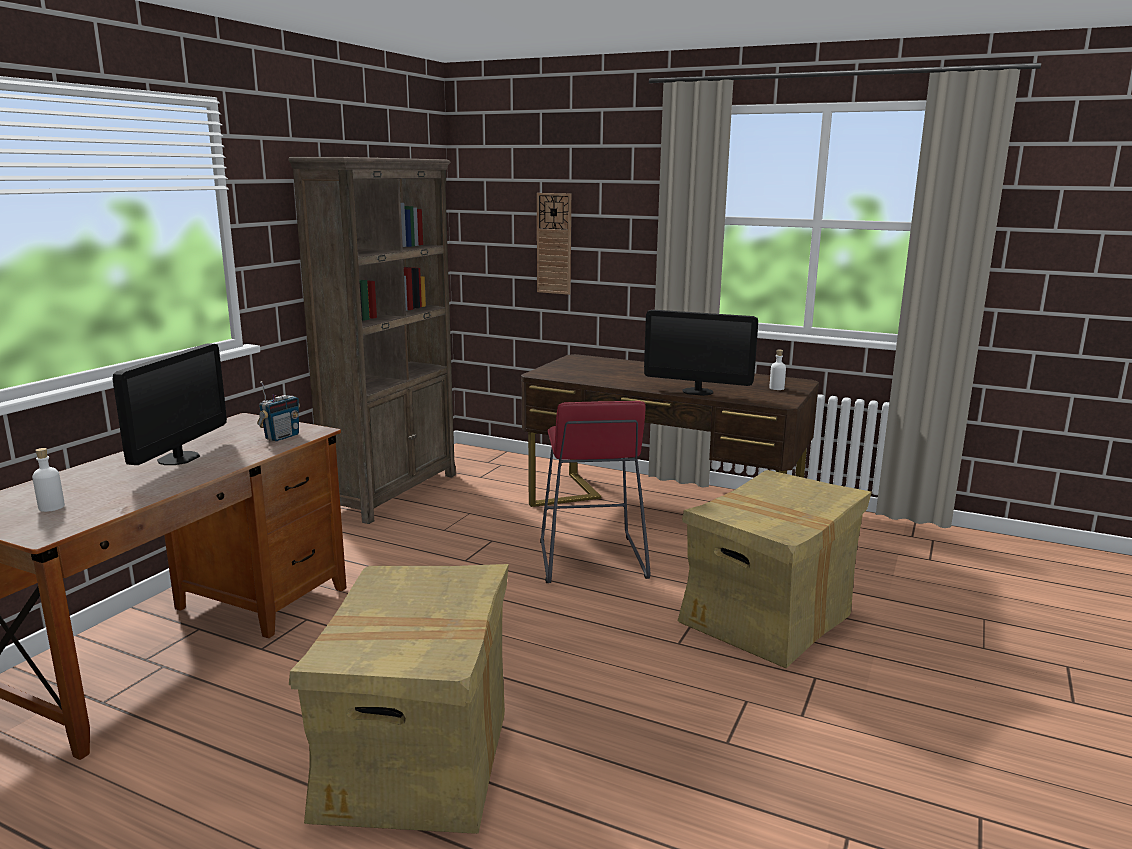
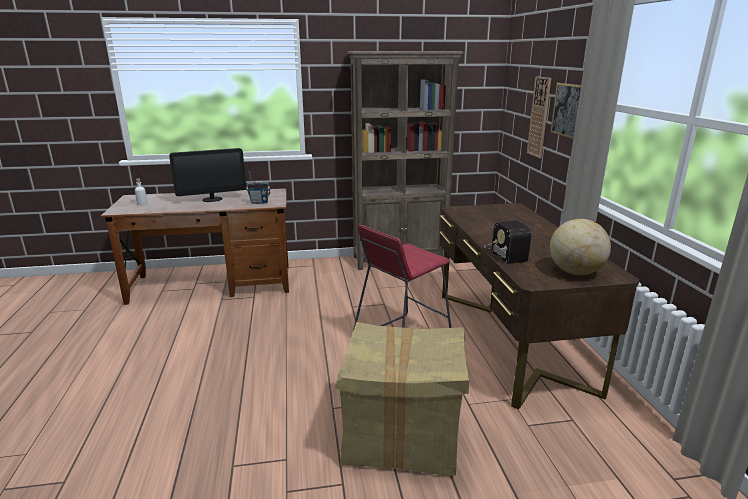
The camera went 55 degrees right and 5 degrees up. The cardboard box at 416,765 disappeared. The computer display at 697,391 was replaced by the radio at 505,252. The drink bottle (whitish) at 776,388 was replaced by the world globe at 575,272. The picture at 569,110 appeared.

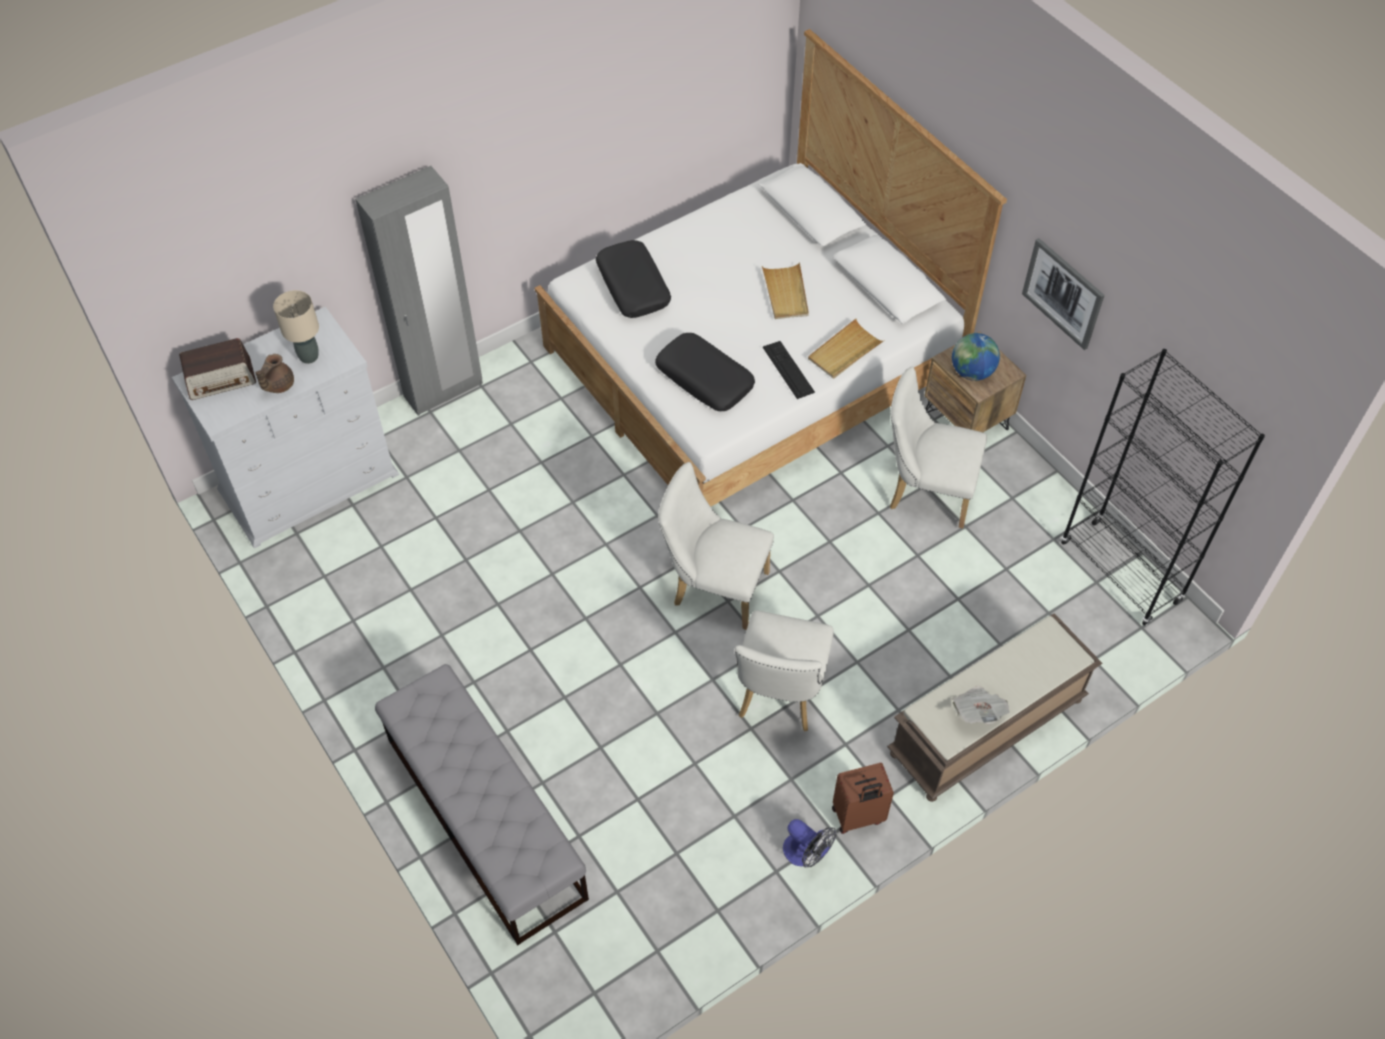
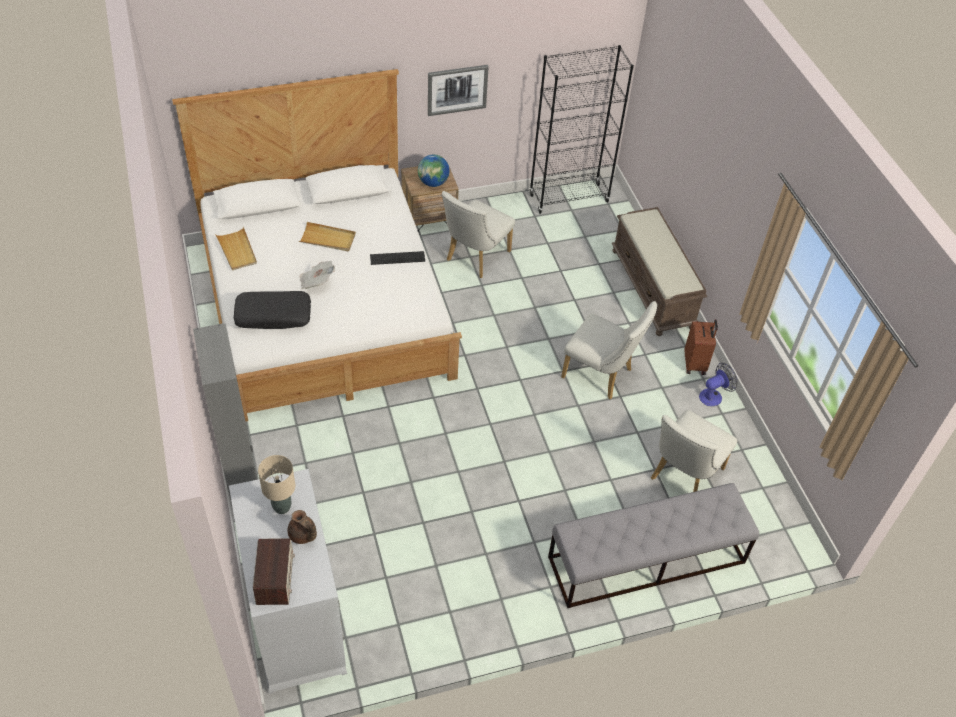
The camera went 75 degrees left and 5 degrees down. The throw pillow (black) at 705,379 disappeared. The upright chair (whitish) moved from 714,587 to 683,477. The serving tray (sand-coloured) moved from 844,351 to 237,250. The printed paper moved from 977,712 to 316,282.

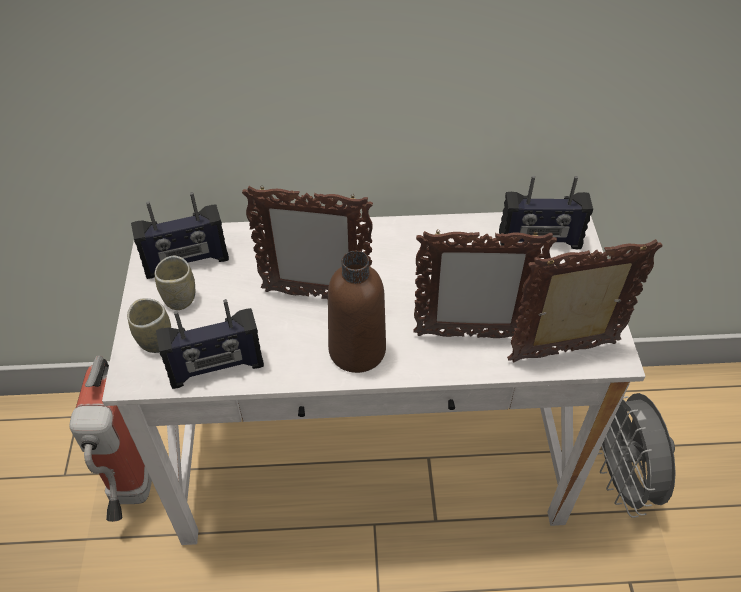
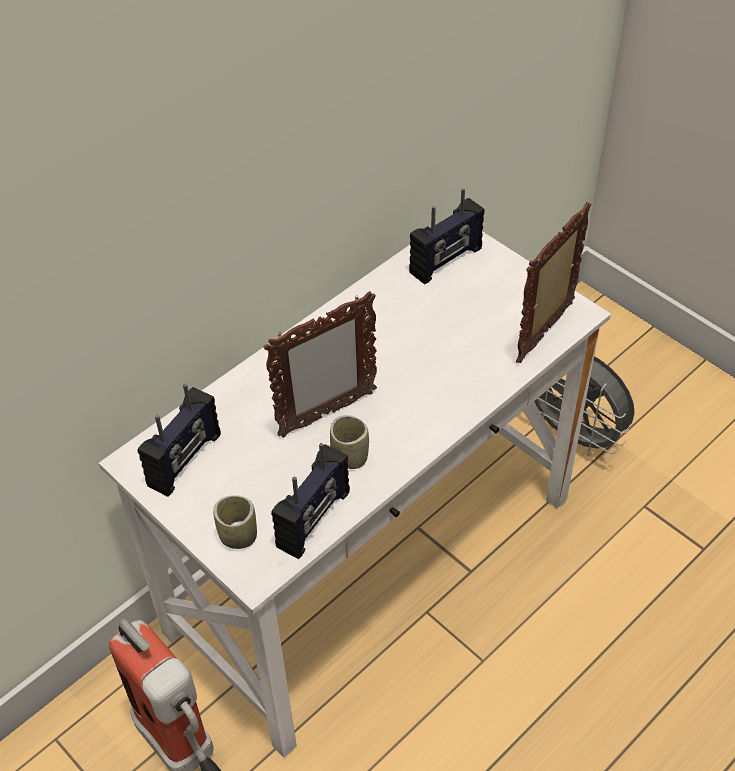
The camera went 40 degrees left and 0 degrees up. The cup moved from 180,298 to 350,457. The drink bottle (brown-coloured) at 357,350 disappeared. The standing frame at 470,335 disappeared.

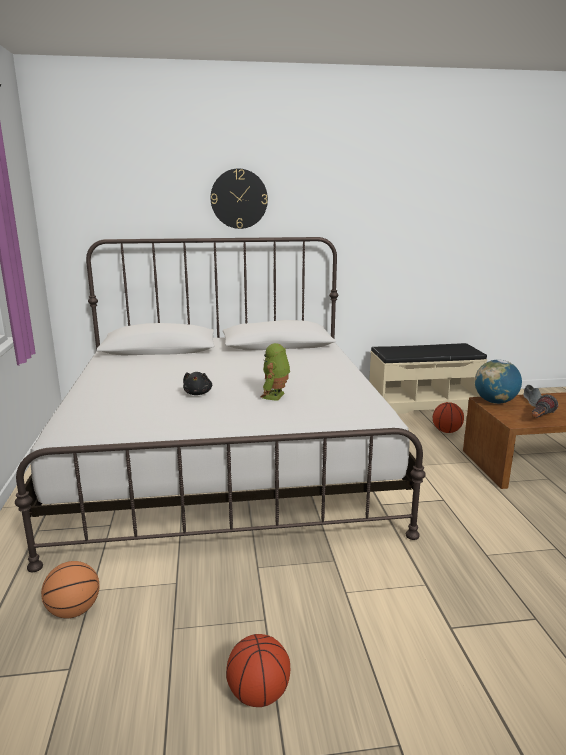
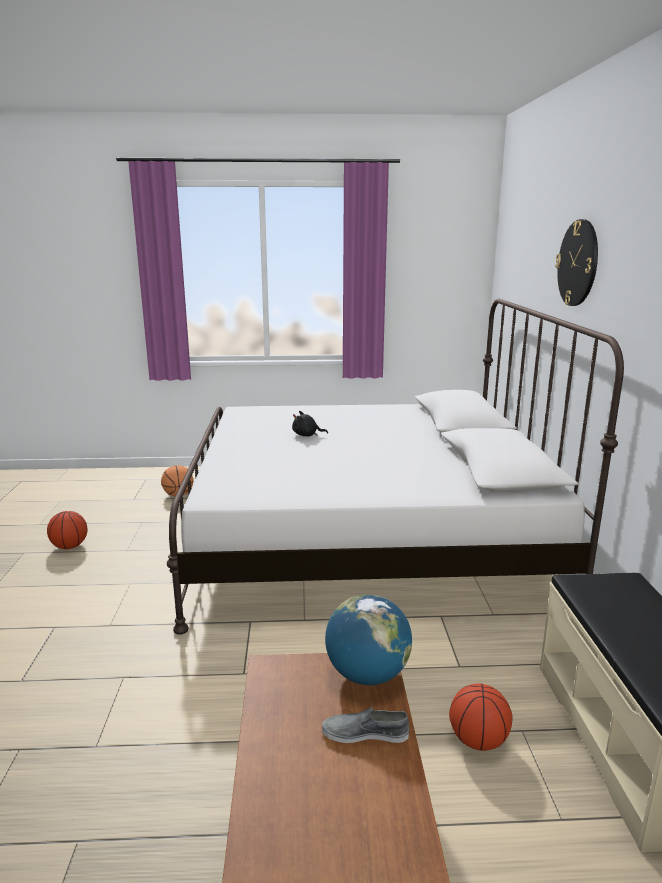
The camera went 95 degrees right and 0 degrees up. The robot figure at 275,396 disappeared. The hand torch at 540,418 disappeared.

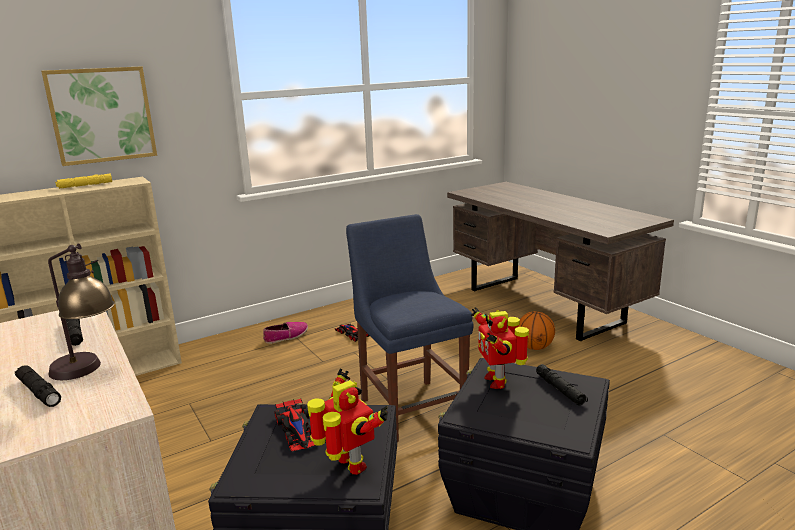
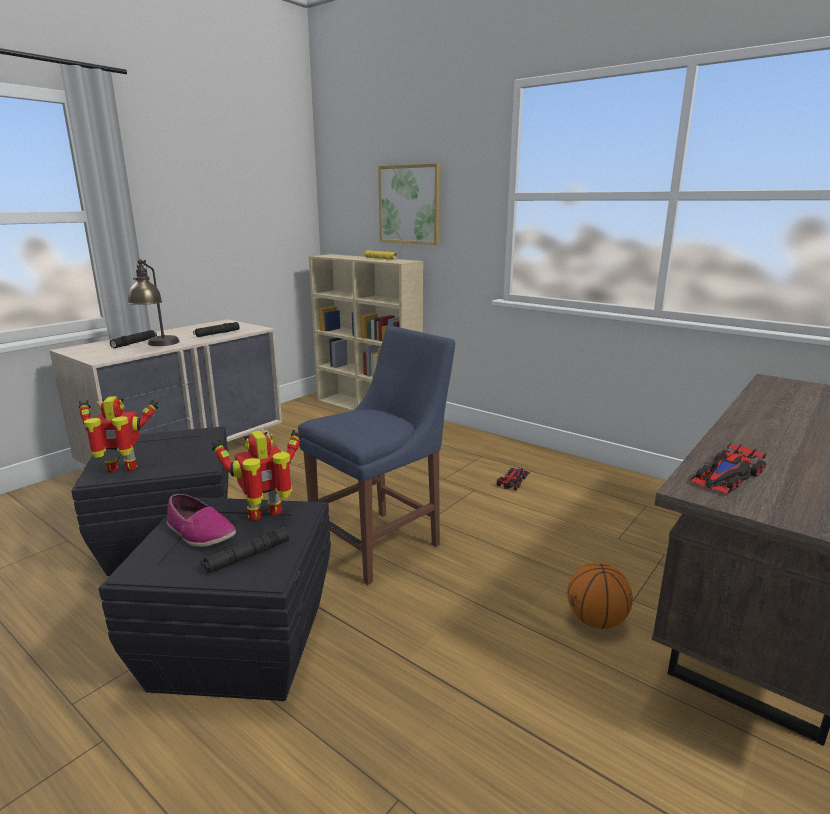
The camera went 70 degrees right and 0 degrees up. The shoe moved from 286,336 to 199,532. The miniature car moved from 297,430 to 727,476. The robot figure at 349,466 turned 135 degrees counterclockwise.

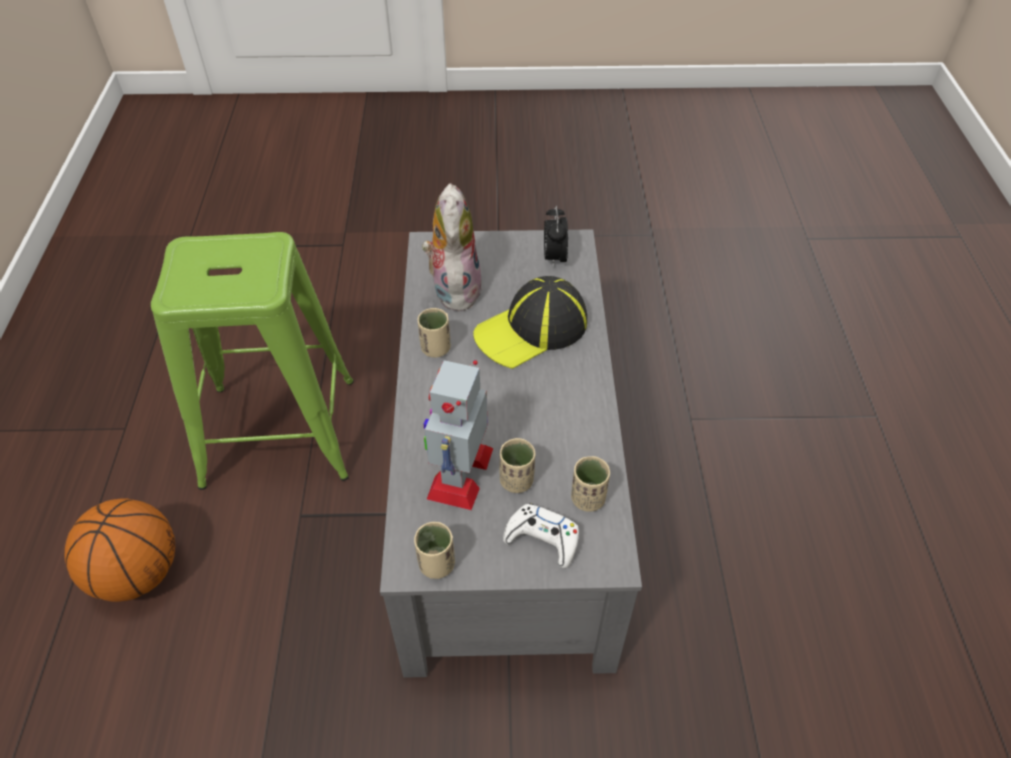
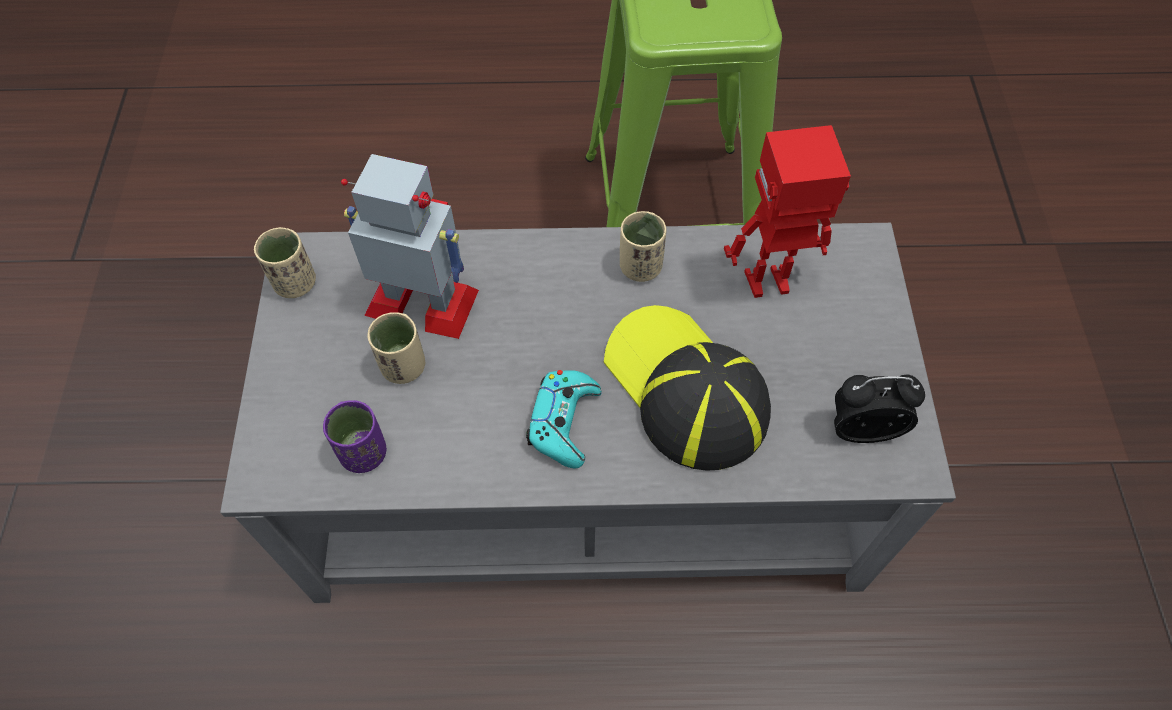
The camera went 90 degrees right and 10 degrees up. The basketball at 138,573 disappeared. The cuddly toy at 454,288 was replaced by the robot figure at 768,284. The game controller (whitish) at 542,539 disappeared. The cup (sand-coloured) at 588,498 became the cup (purplish) at 364,453. The game controller (turquoise) at 564,422 appeared.

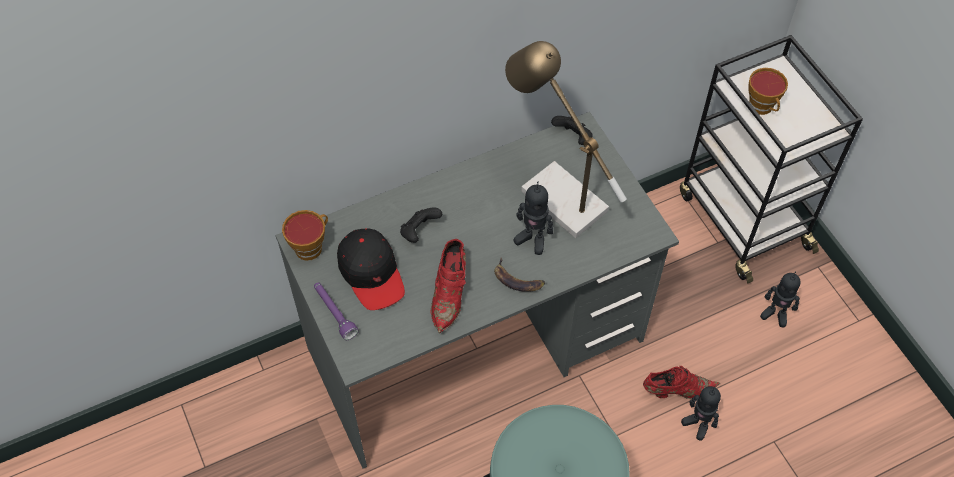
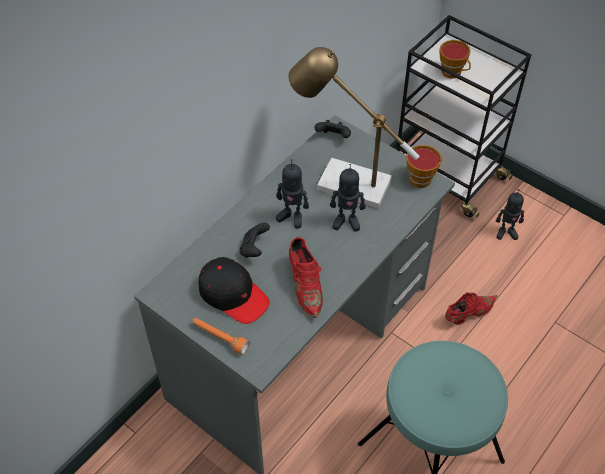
The camera went 25 degrees left and 5 degrees down. The cup moved from 311,246 to 420,177. The hand torch (purplish) at 334,313 became the hand torch (orange-coloured) at 220,338. The banana at 517,279 disappeared. The robot figure moved from 698,424 to 292,217.

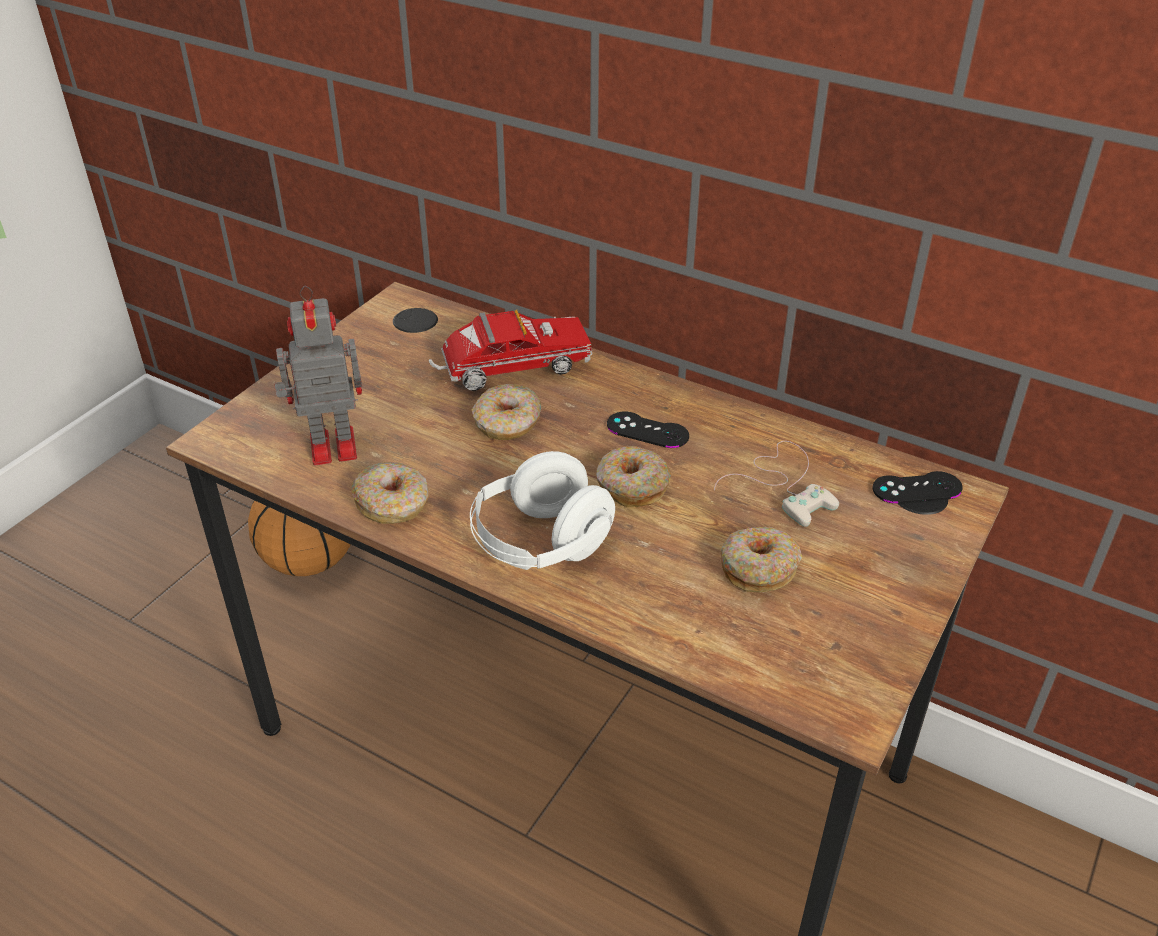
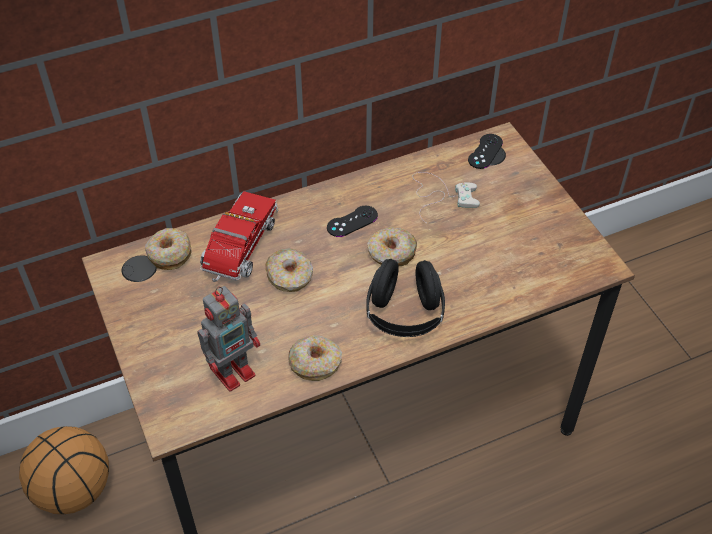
The camera went 55 degrees left and 10 degrees up. The robot figure at 330,447 turned 150 degrees counterclockwise. The headphones (whitish) at 541,543 became the headphones (black) at 404,314. The doughnut moved from 758,568 to 169,254.

